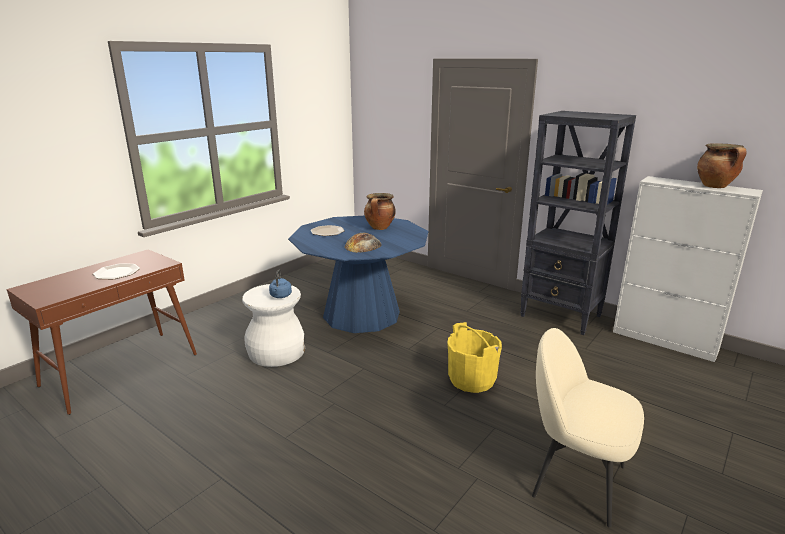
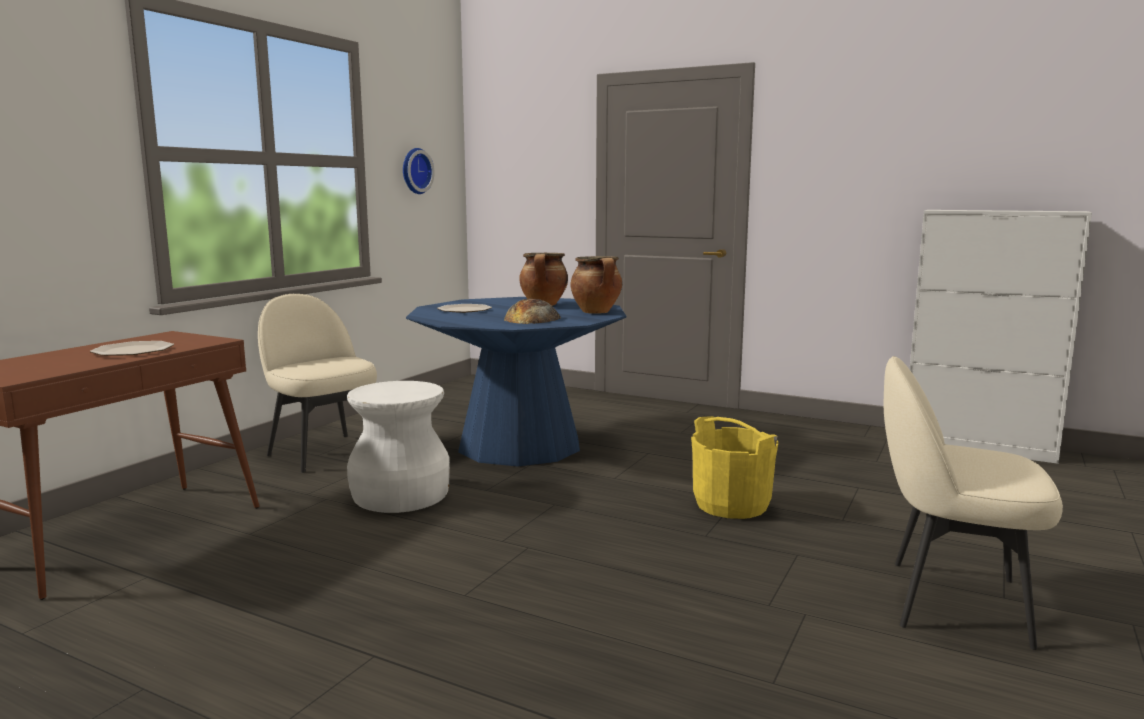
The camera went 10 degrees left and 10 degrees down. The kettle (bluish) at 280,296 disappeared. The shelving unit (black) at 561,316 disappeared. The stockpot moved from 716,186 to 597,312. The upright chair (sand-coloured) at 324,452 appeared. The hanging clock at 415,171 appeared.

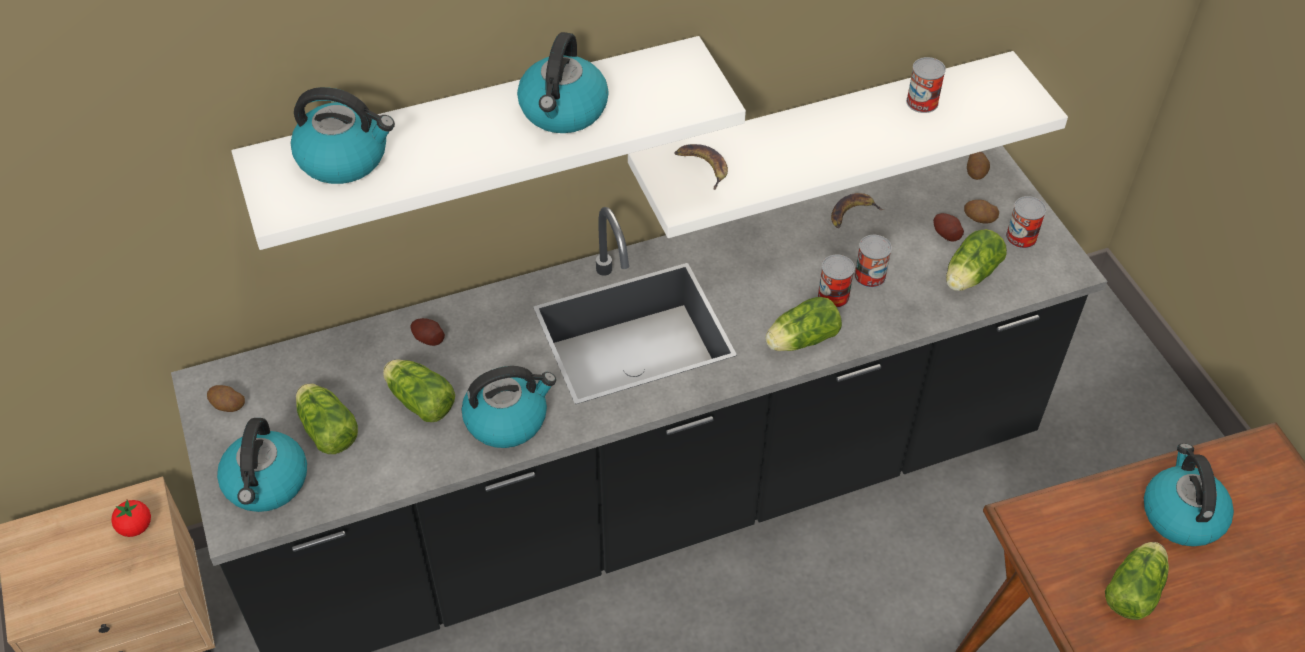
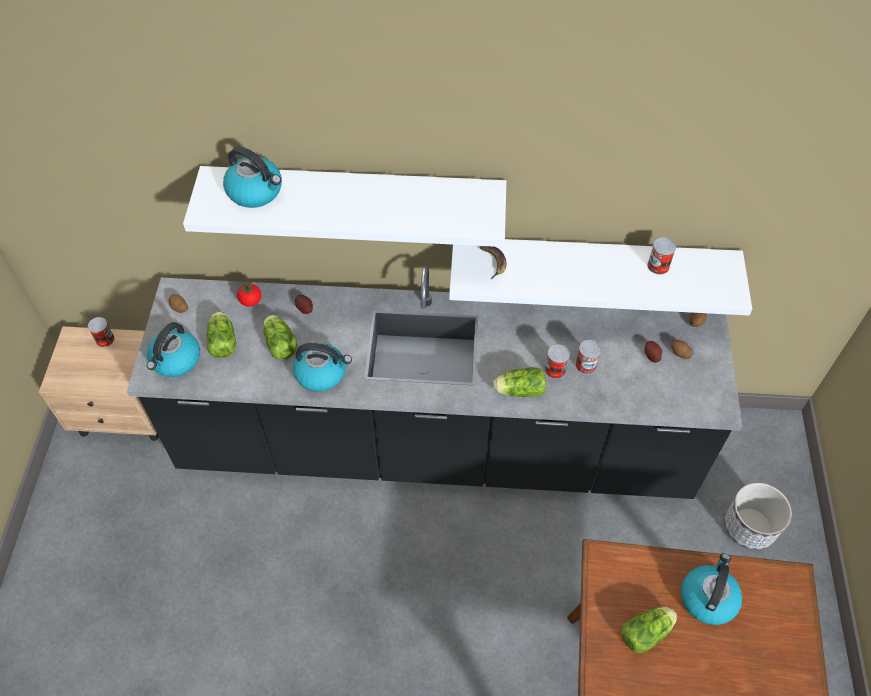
The camera went 25 degrees right and 5 degrees up. The tomato moved from 135,527 to 251,301. The kettle at 563,111 disappeared. The banana at 852,213 disappeared. The head of lettuce at 969,276 disappeared. The metal can moved from 1021,237 to 105,339. The plant pot at 749,527 appeared.

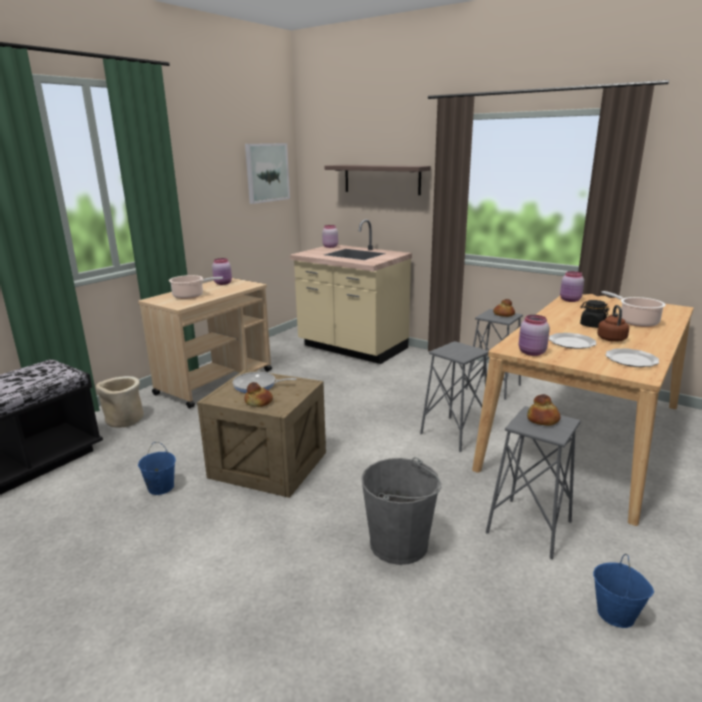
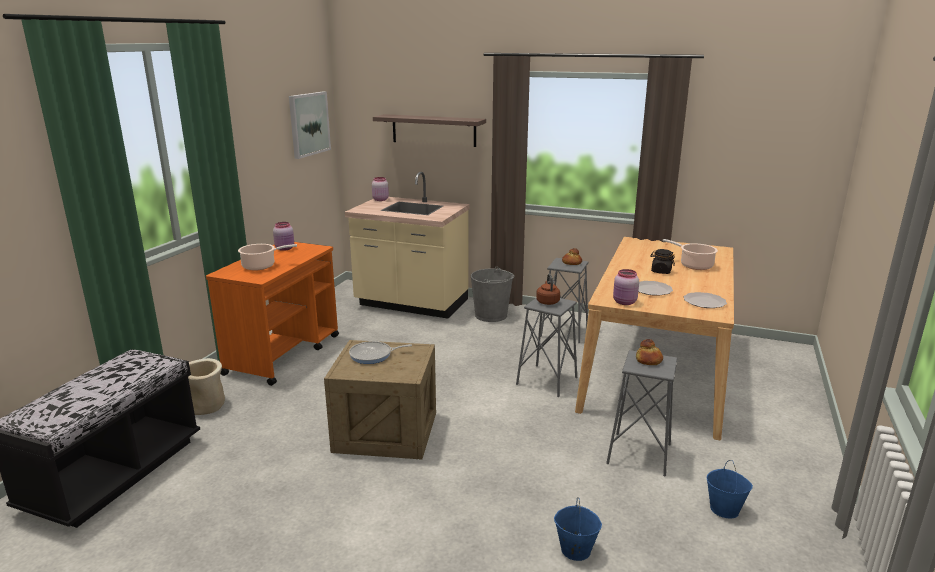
The camera went 15 degrees left and 0 degrees up. The trolley (sand-coloured) at 216,382 became the trolley (orange-coloured) at 284,354. The bucket (bluish) moved from 160,487 to 575,550. The baked bread at 259,402 disappeared. The bucket (grey) moved from 399,544 to 491,315. The storage jar (pinkish) at 570,300 disappeared. The kettle (brown-coloured) moved from 611,338 to 547,301.

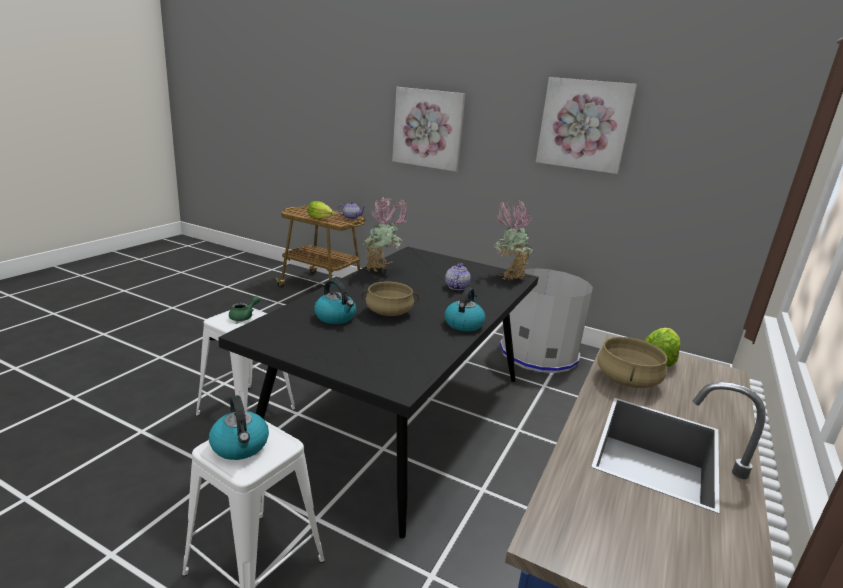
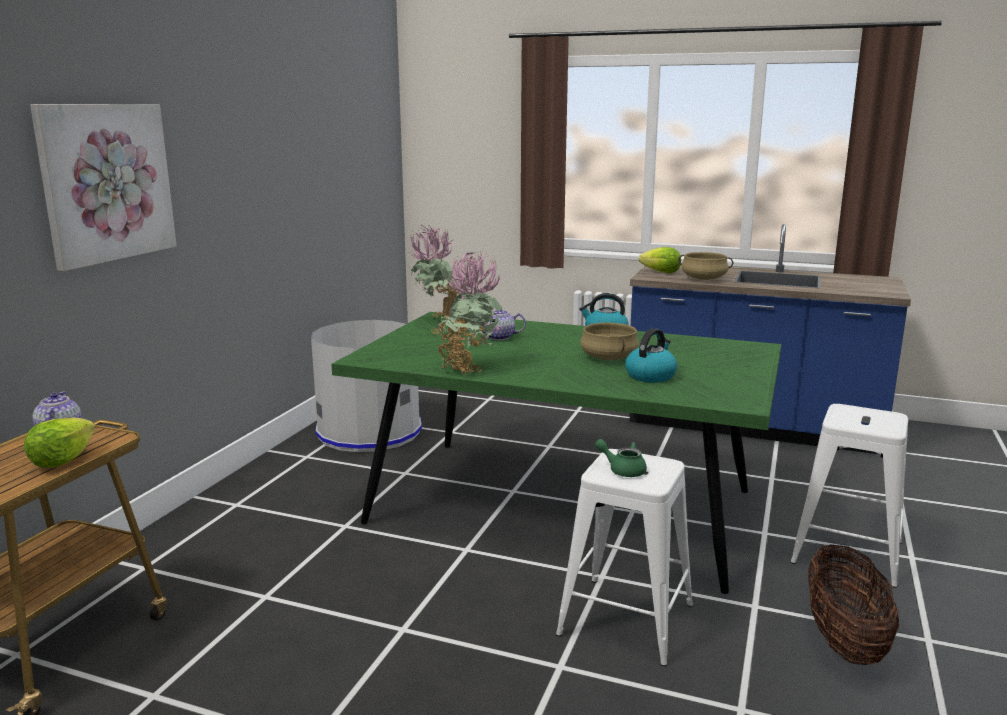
The camera went 95 degrees left and 5 degrees down. The kettle at 240,446 disappeared. The dinner table (black) at 399,414 became the dinner table (green-coloured) at 559,506. The picture at 584,125 disappeared. The storage basket at 844,641 appeared.

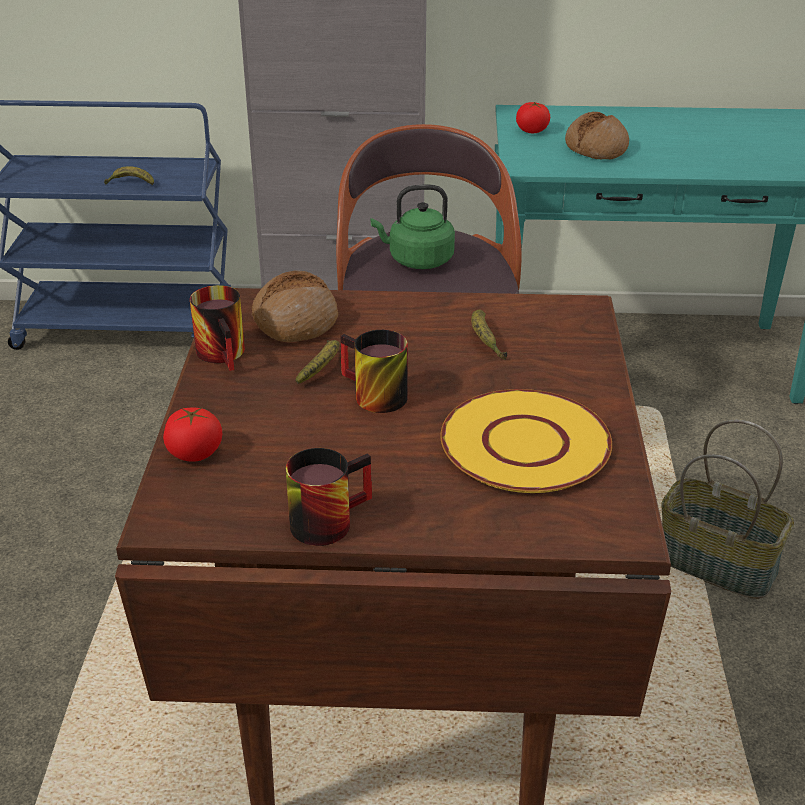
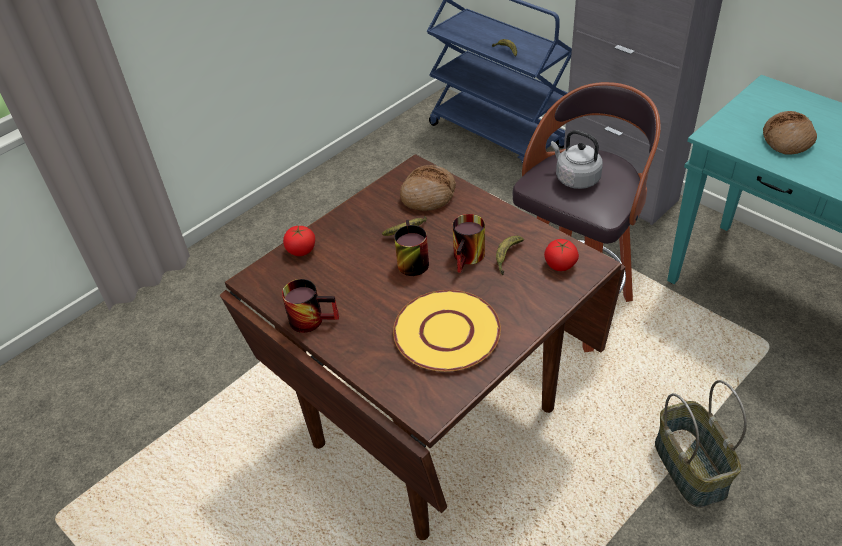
The camera went 45 degrees right and 10 degrees up. The tea mug moved from 227,354 to 470,258. The kettle (green-coloured) at 417,260 became the kettle (grey) at 575,178. The tomato moved from 532,131 to 560,265.

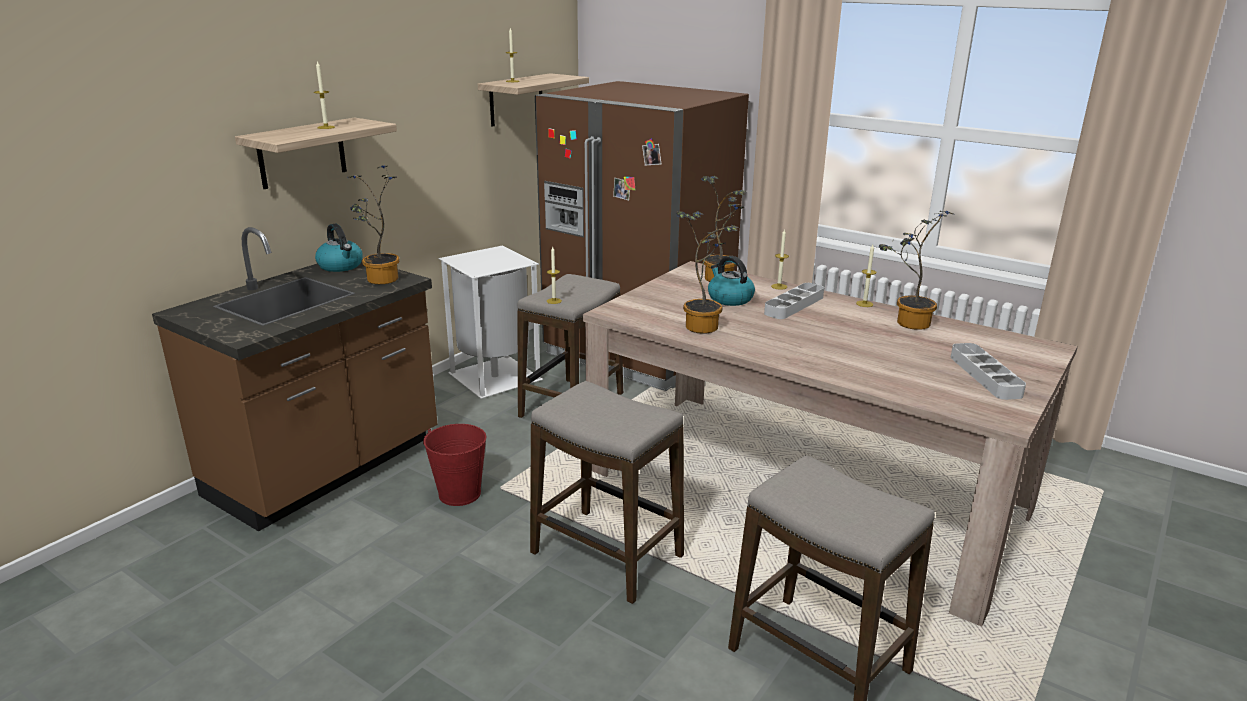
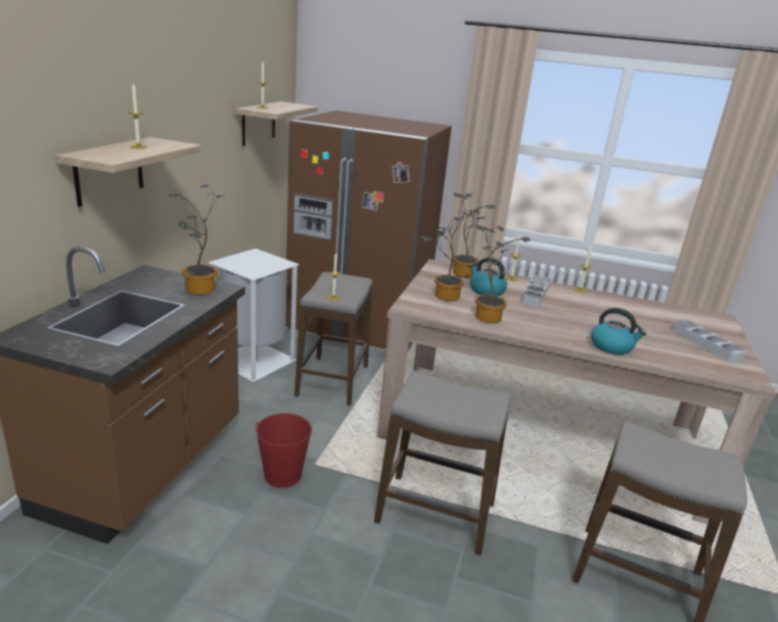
The camera went 20 degrees left and 0 degrees up. The kettle moved from 341,266 to 612,347. The plant in a pot moved from 908,323 to 443,296.

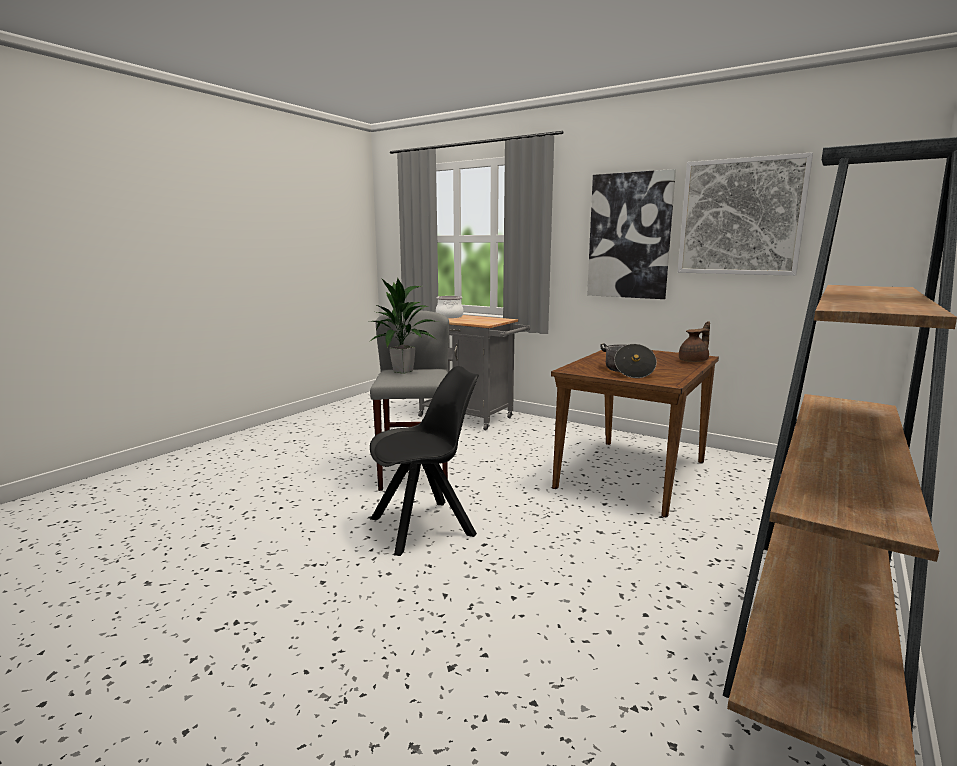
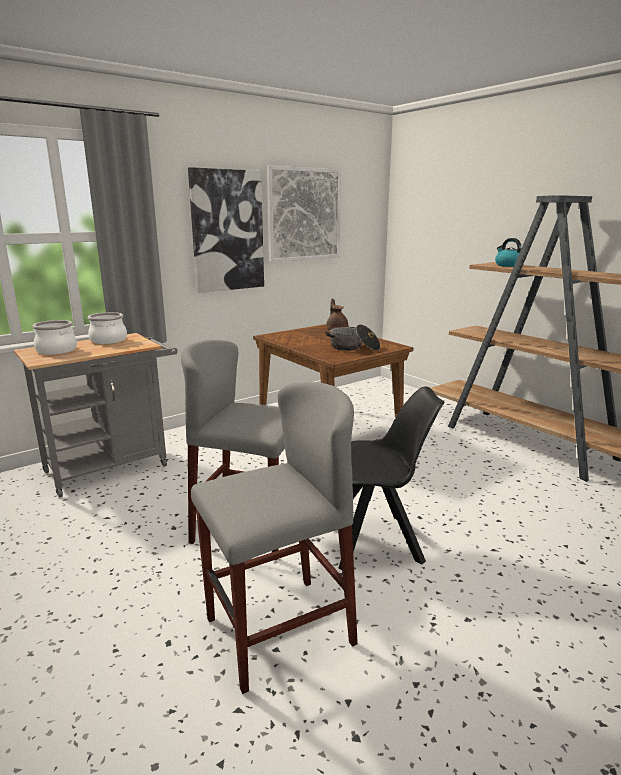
The camera went 70 degrees left and 5 degrees up. The plant in a pot at 404,371 disappeared. The upright chair (black) at 425,526 turned 90 degrees clockwise. The stockpot at 108,340 appeared. The stool (grey) at 279,631 appeared. The kettle at 508,265 appeared.

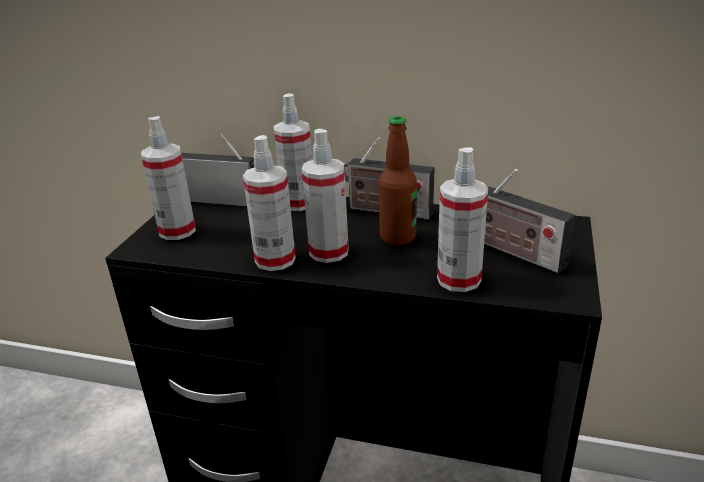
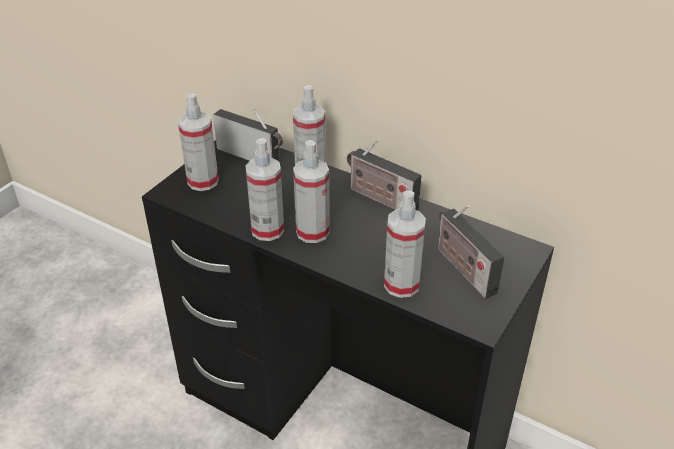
The camera went 15 degrees right and 10 degrees up. The drink bottle at 397,237 disappeared.

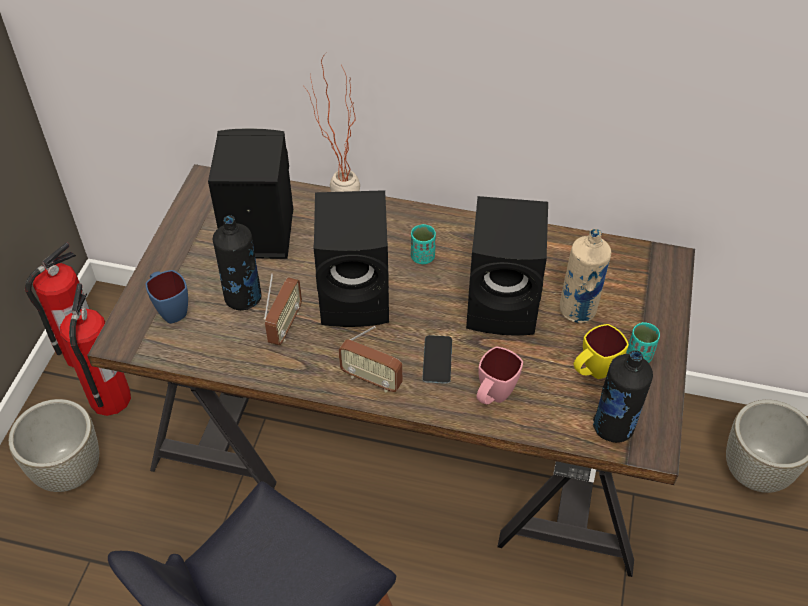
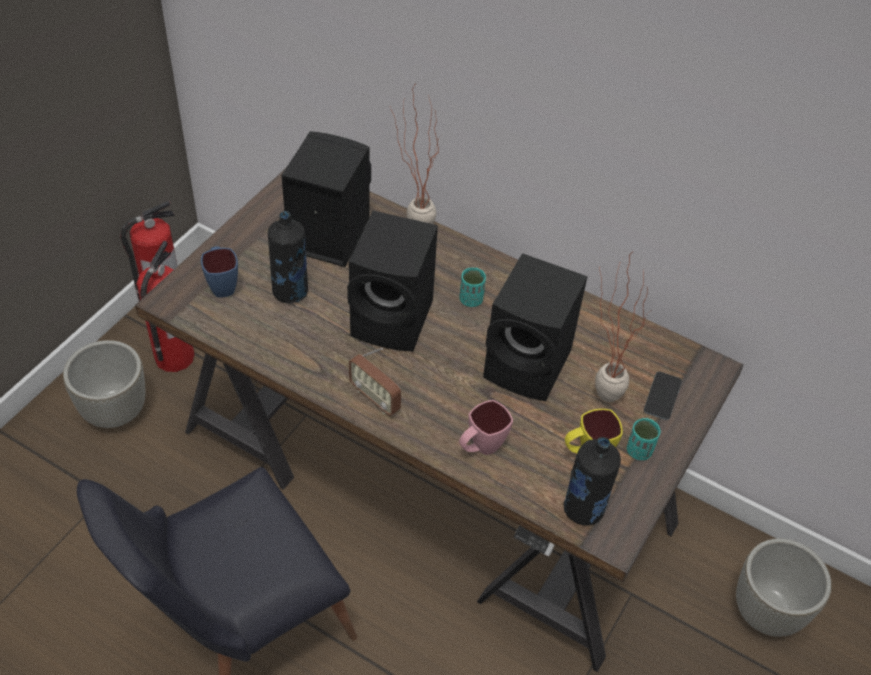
The camera went 15 degrees right and 0 degrees up. The radio at 285,326 disappeared. The handset moved from 437,359 to 662,396. The drink bottle (sand-coloured) at 578,310 was replaced by the plant in a pot at 599,390.

